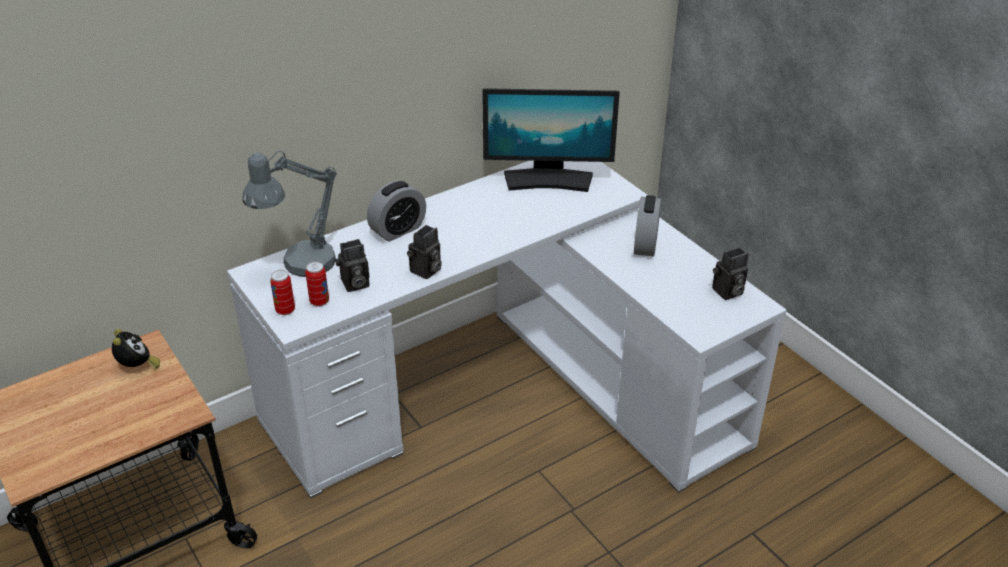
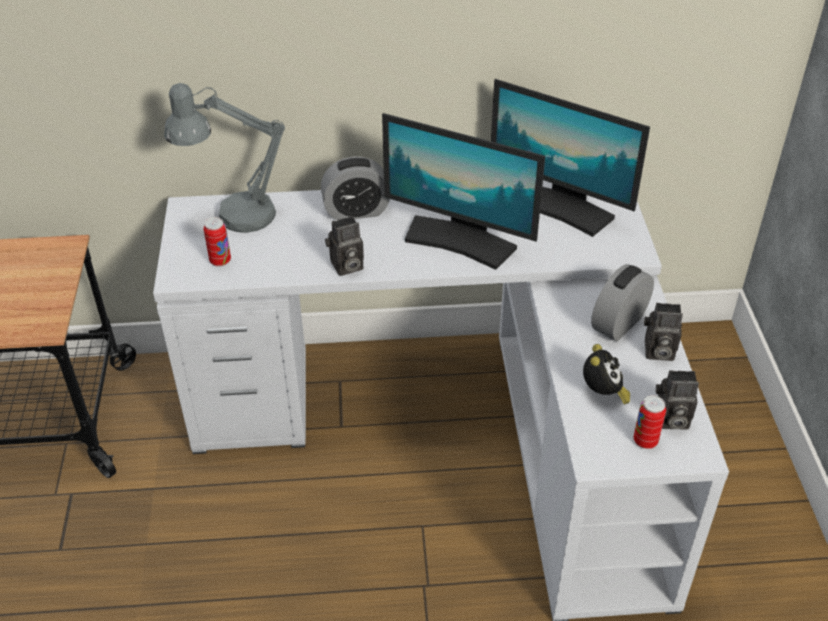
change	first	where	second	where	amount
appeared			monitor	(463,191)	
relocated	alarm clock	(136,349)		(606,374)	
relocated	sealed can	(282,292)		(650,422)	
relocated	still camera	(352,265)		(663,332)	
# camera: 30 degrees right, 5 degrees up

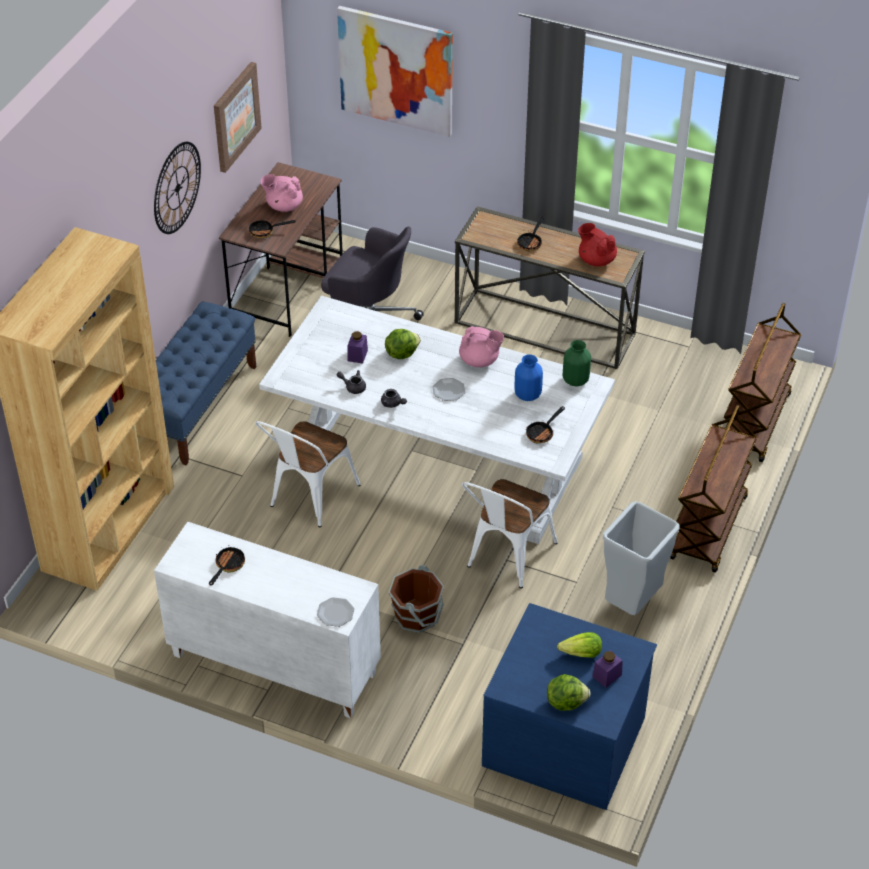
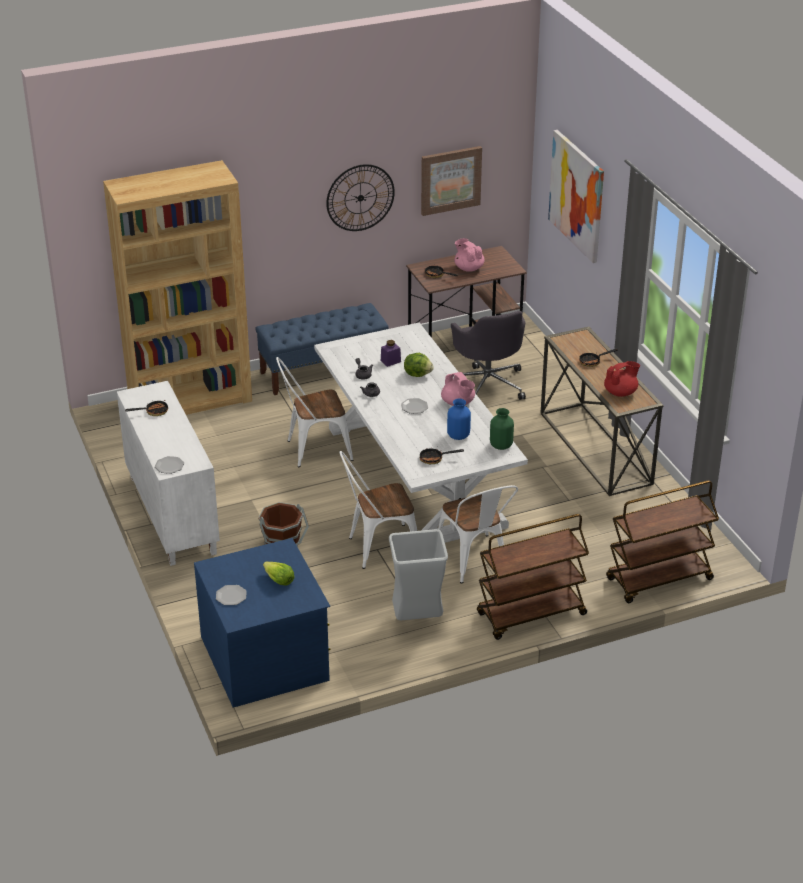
change	first	where	second	where	amount
missing	purplish preserve jar	(607,669)			
appeared			white plain chair	(478,534)	
exchanged	head of lettuce	(569,692)	dinner plate	(231,595)	
spun	reddish tea pot	(597,245)		(622,379)	60 degrees clockwise
# camera: 45 degrees right, 10 degrees down

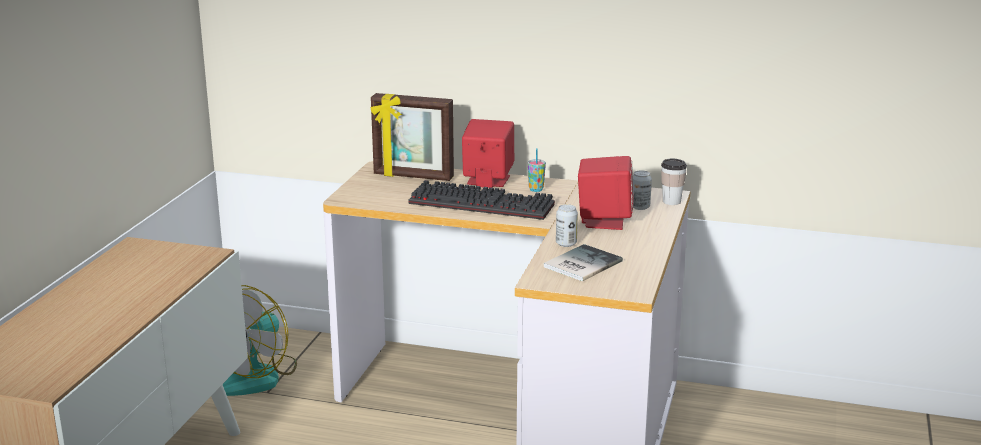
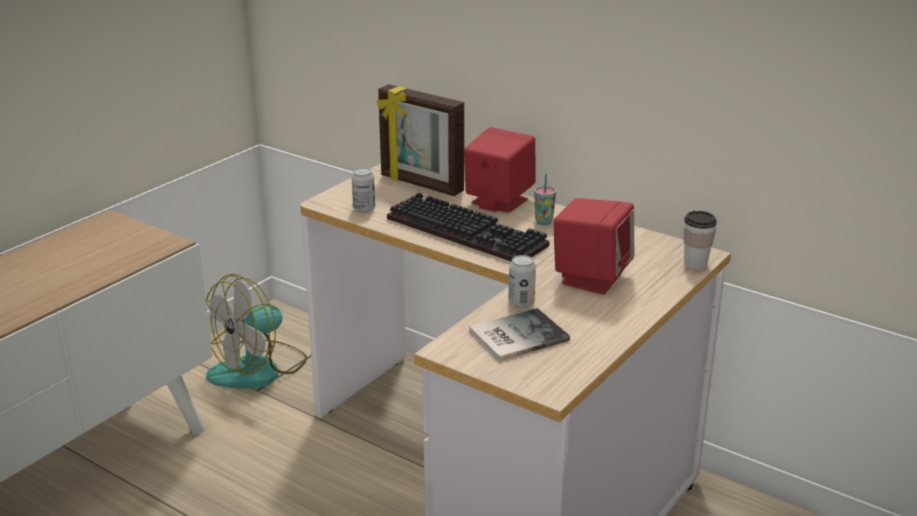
change	first	where	second	where	amount
relocated	sealed can	(642,190)		(363,190)	
# camera: 20 degrees right, 5 degrees up

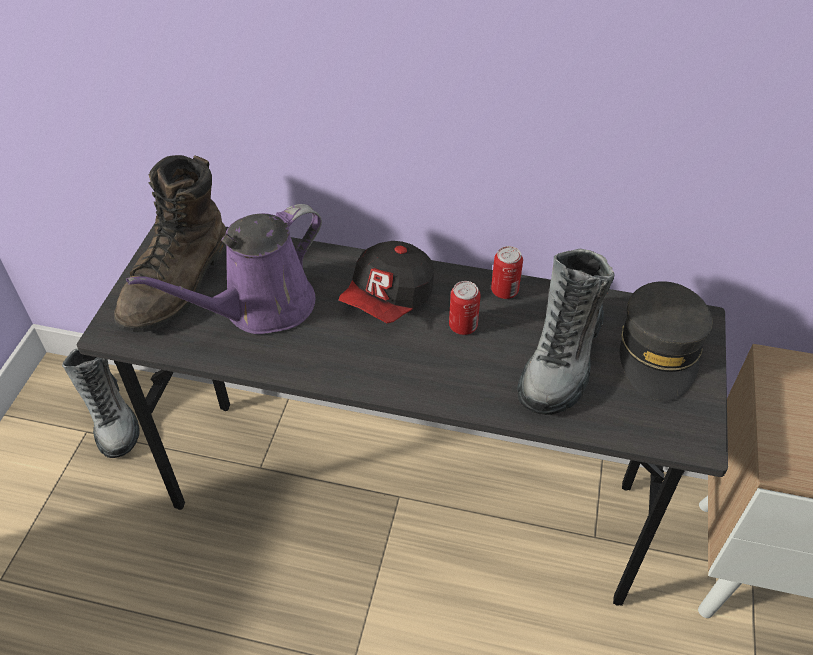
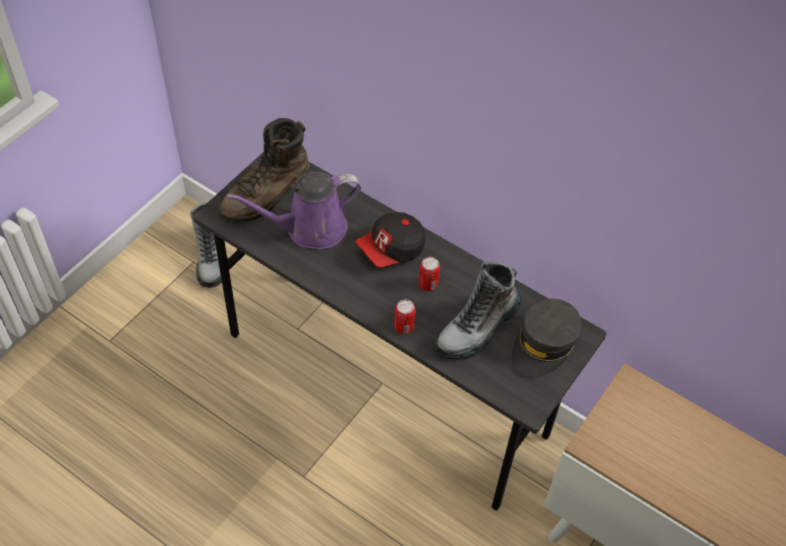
change	first	where	second	where	amount
relocated	sealed can	(507,272)		(405,317)	
# camera: 20 degrees right, 5 degrees up

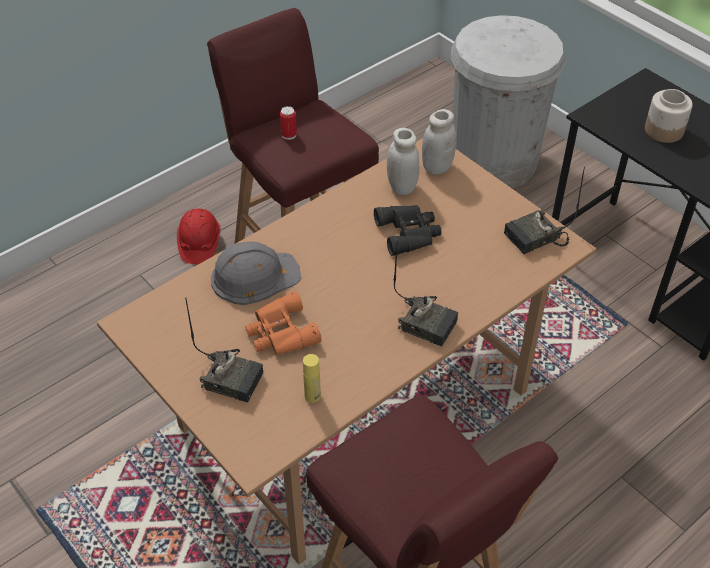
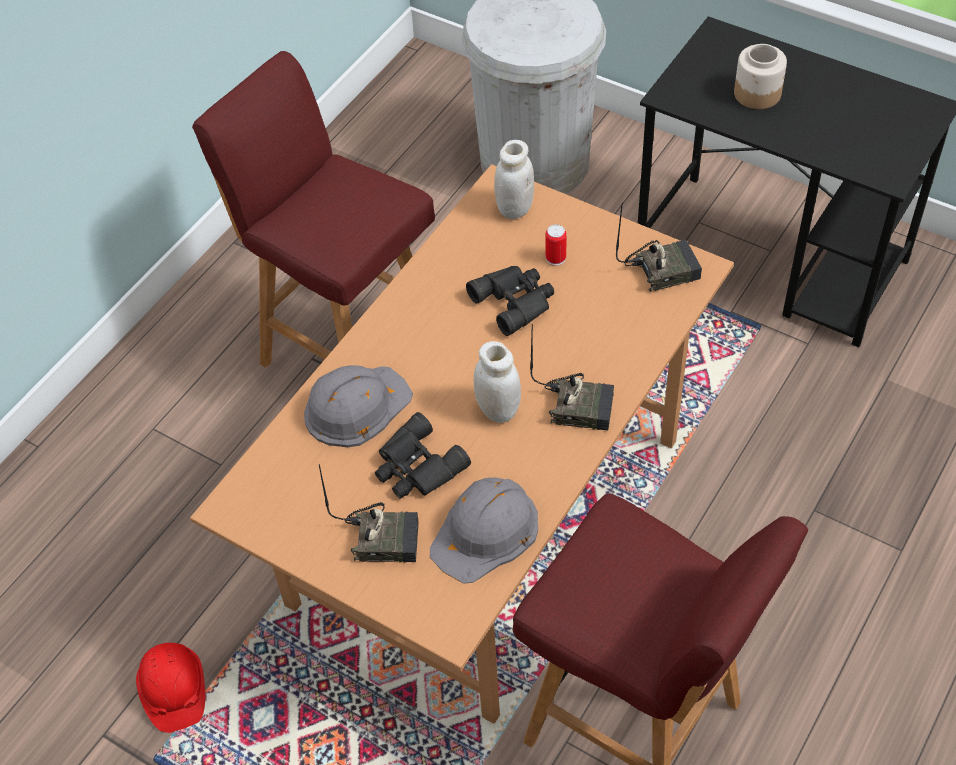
change	first	where	second	where	amount
relocated	reddish work helmet	(199,236)		(170,688)	
relocated	sealed can	(288,123)		(556,245)	
relocated	white preserve jar	(403,161)		(497,382)	
exchanged	yellow drink bottle	(312,378)	greyish work helmet	(484,530)	
colour	orange-coloured field glasses	(283,323)	black-coloured field glasses	(423,455)	
spun	radio set	(544,210)		(659,247)	150 degrees counterclockwise
# camera: 15 degrees left, 5 degrees up

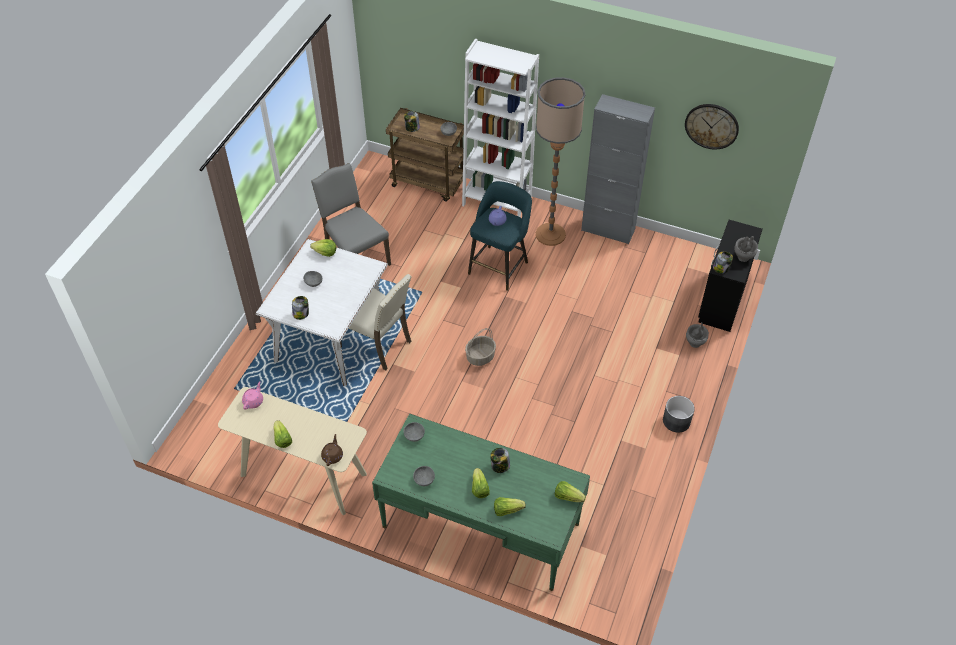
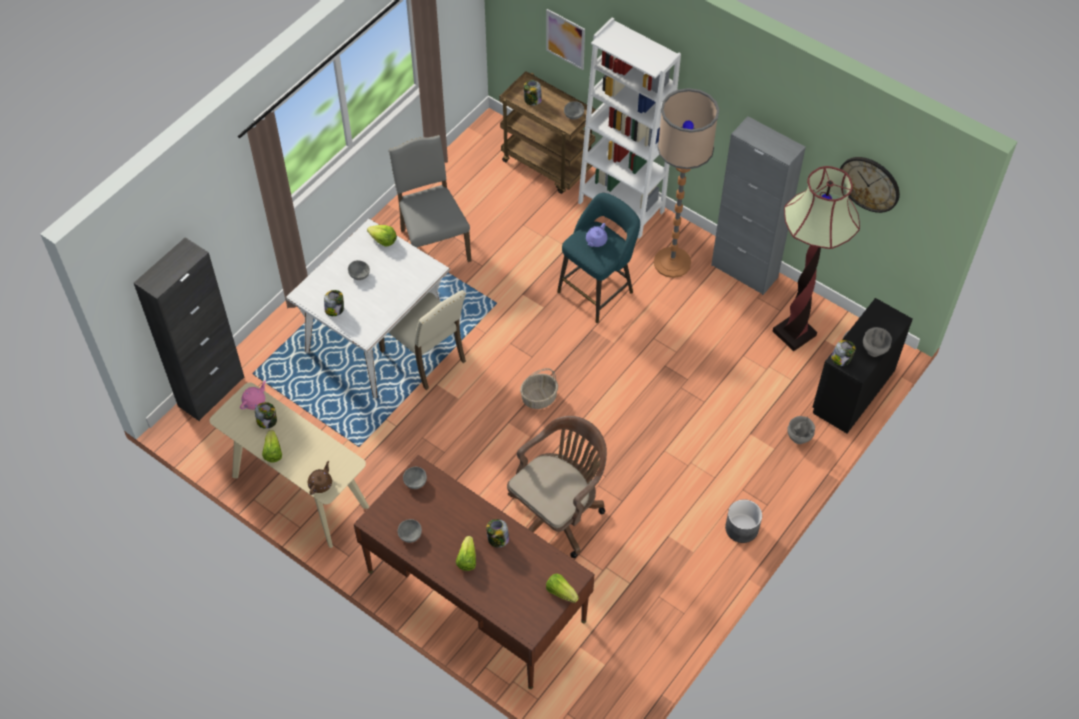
change	first	where	second	where	amount
missing	head of lettuce	(510,506)			
appeared			black-coloured cupboard	(189,329)	
appeared			preserve jar	(266,415)	
appeared			brown office chair	(557,487)	
appeared			wall picture	(565,39)	
appeared			floor lamp	(816,258)	
colour	green-coloured desk unit	(481,502)	brown desk unit	(474,572)	
# camera: 15 degrees right, 5 degrees up

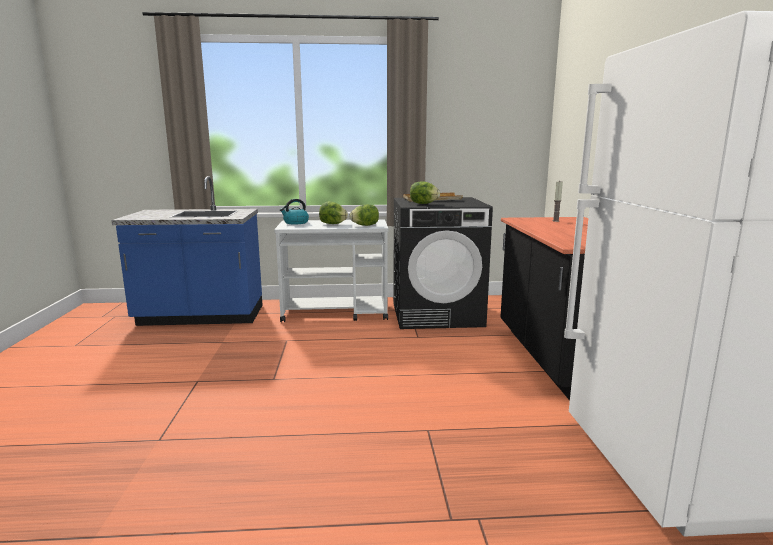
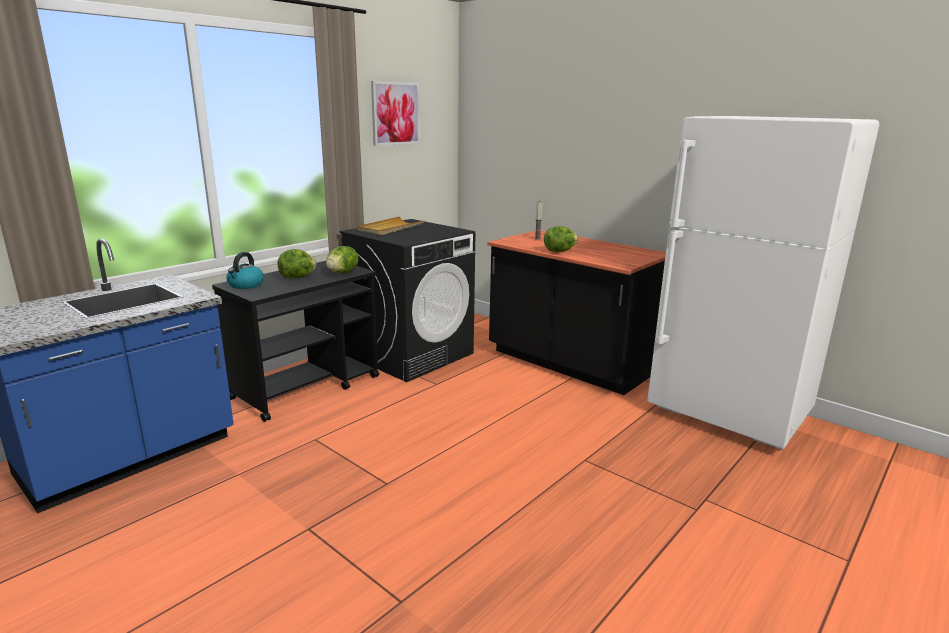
change	first	where	second	where	amount
appeared			wall picture	(395,113)	
relocated	head of lettuce	(425,192)		(561,239)	
colour	white trolley	(331,271)	black-coloured trolley	(295,341)	
# camera: 45 degrees left, 5 degrees up

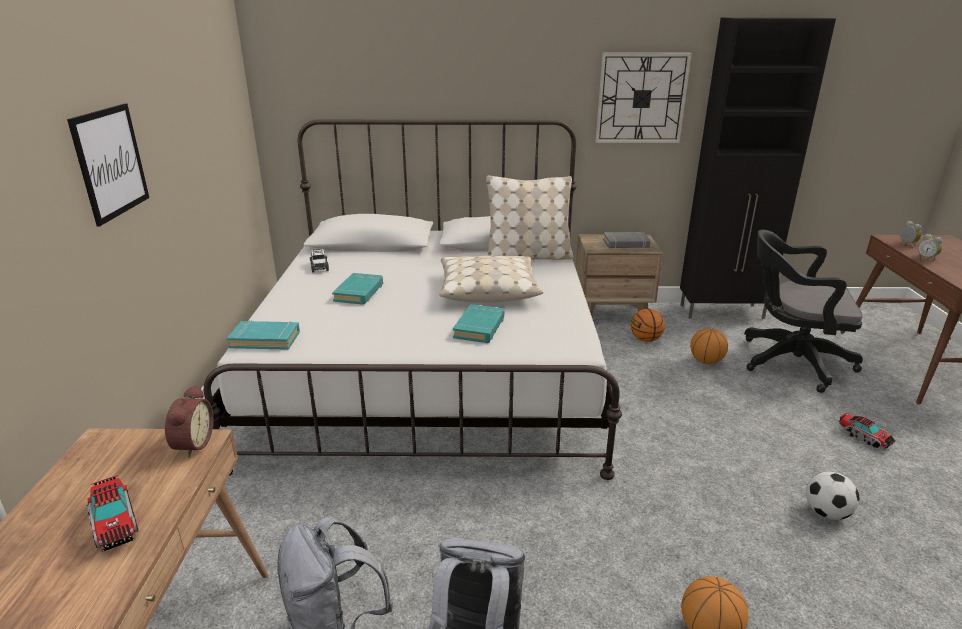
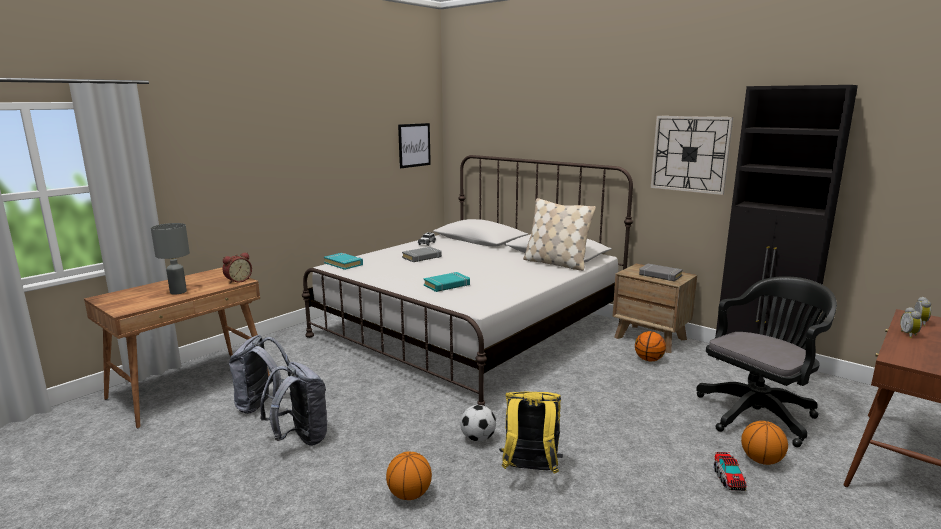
change	first	where	second	where	amount
missing	beige cushion	(491,279)			
appeared			yellow backpack	(531,433)	
relocated	wall picture	(108,164)		(414,145)	
relocated	basketball	(709,346)		(764,443)	
relocated	football	(832,496)		(478,423)	
exchanged	toy truck	(112,513)	greyish table lamp	(170,258)	
colour	turquoise volume	(357,289)	greyish volume	(422,254)	
spun	black-coloured office chair	(803,311)		(766,361)	90 degrees clockwise
# camera: 40 degrees right, 10 degrees down

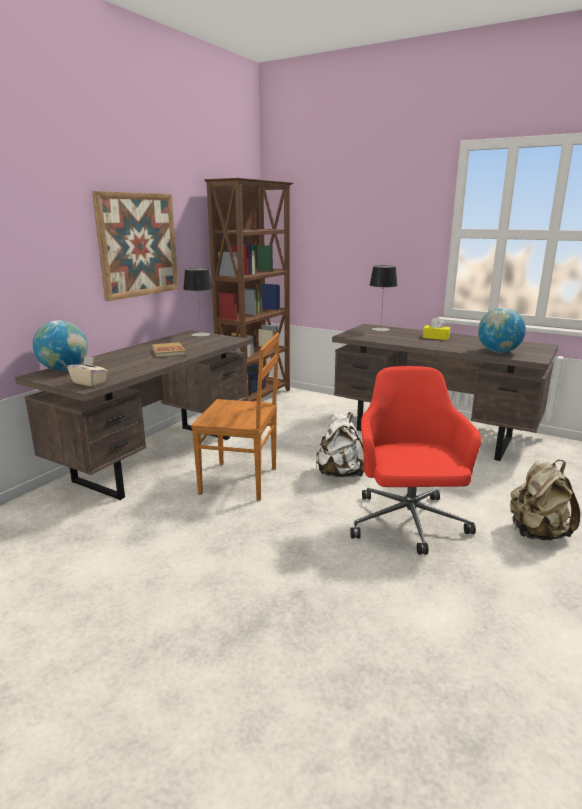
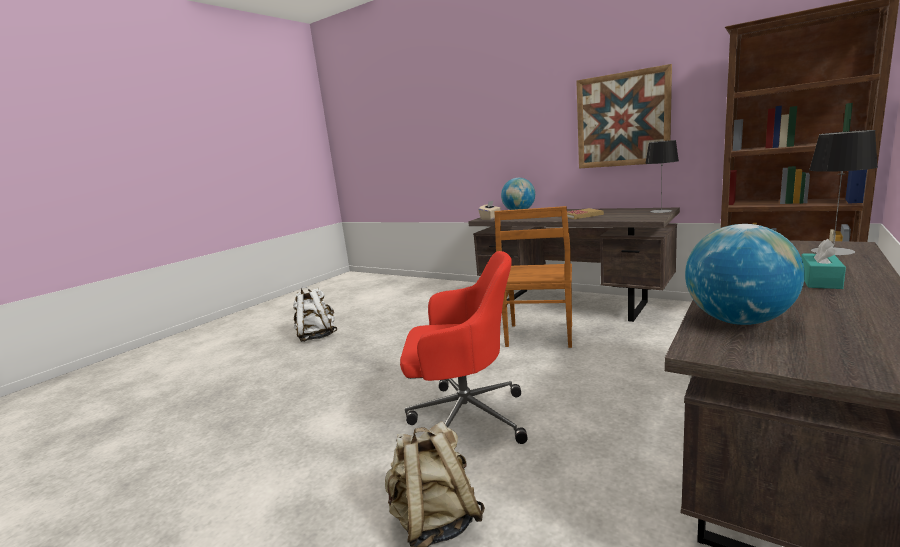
change	first	where	second	where	amount
relocated	white backpack	(340,444)		(315,314)	
colour	yellow box of tissues	(436,328)	turquoise box of tissues	(823,264)	
# camera: 95 degrees right, 5 degrees down

